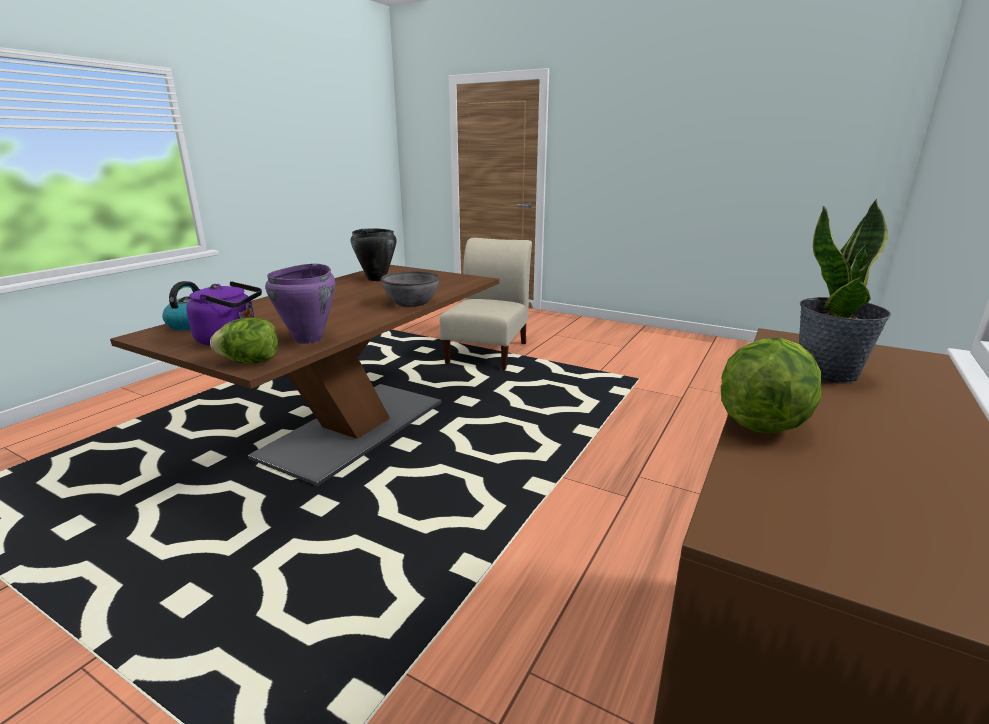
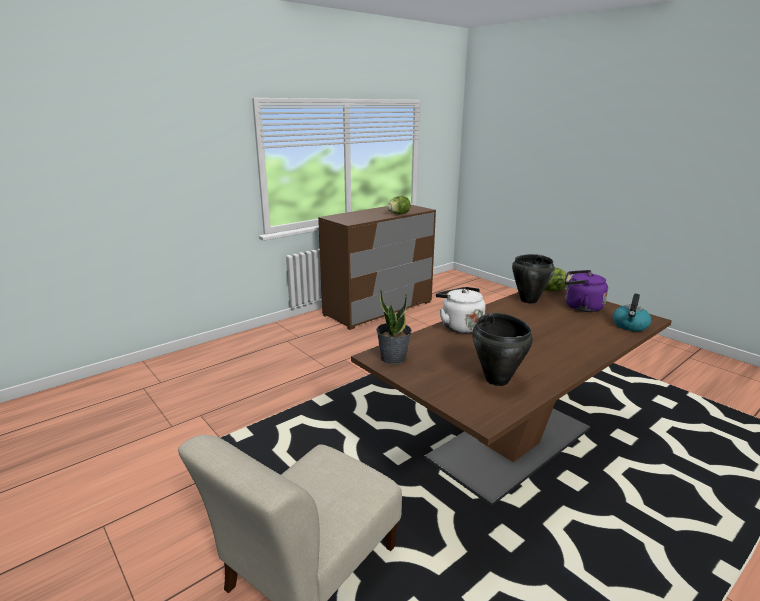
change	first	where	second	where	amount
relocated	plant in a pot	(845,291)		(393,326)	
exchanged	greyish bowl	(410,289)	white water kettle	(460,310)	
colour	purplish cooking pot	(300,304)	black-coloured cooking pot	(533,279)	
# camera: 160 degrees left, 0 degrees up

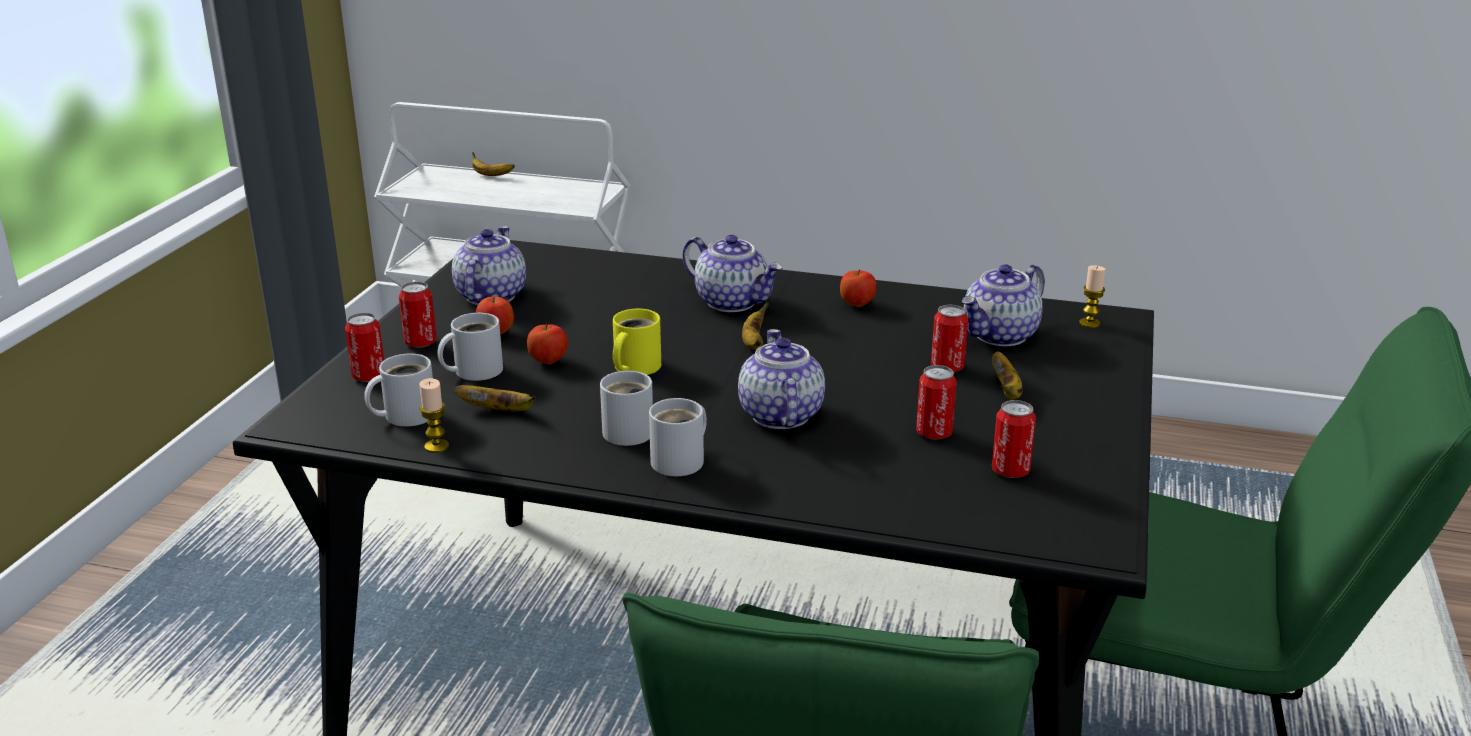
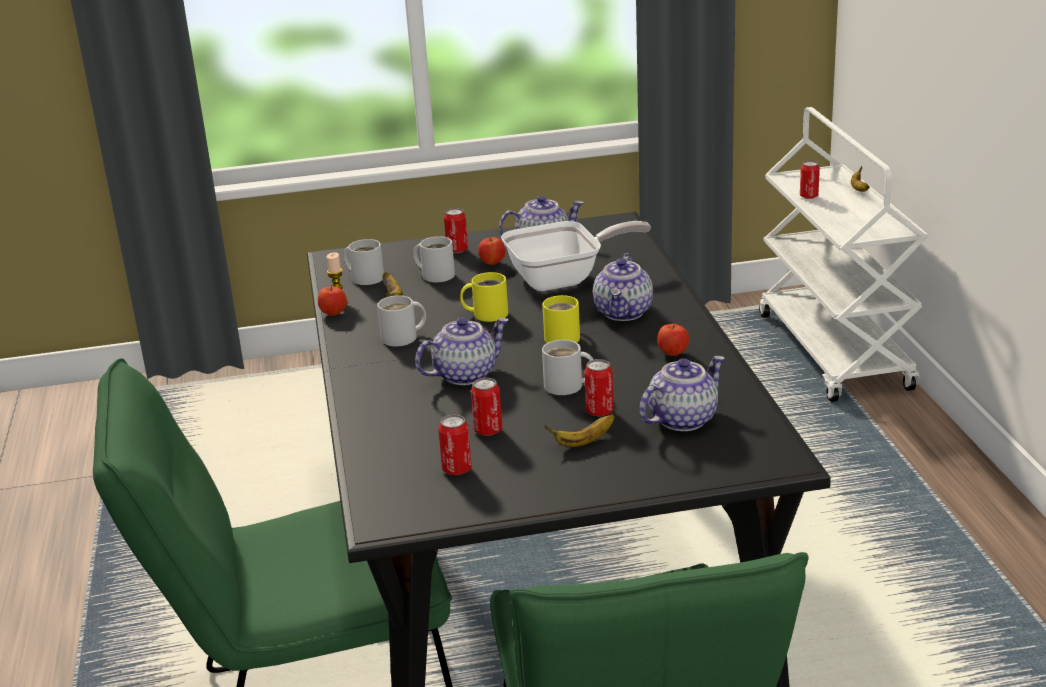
change	first	where	second	where	amount
missing	wax light	(1092,296)			
appeared			skillet	(576,256)	
relocated	sealed can	(364,347)		(810,180)	
relocated	apple fruit	(547,344)		(332,301)	
relocated	white tea mug	(678,437)		(568,367)	
exchanged	whole banana	(755,325)	yellow tea mug	(561,319)	
spun	tea pot	(1003,305)		(682,393)	120 degrees clockwise
# camera: 65 degrees right, 0 degrees up

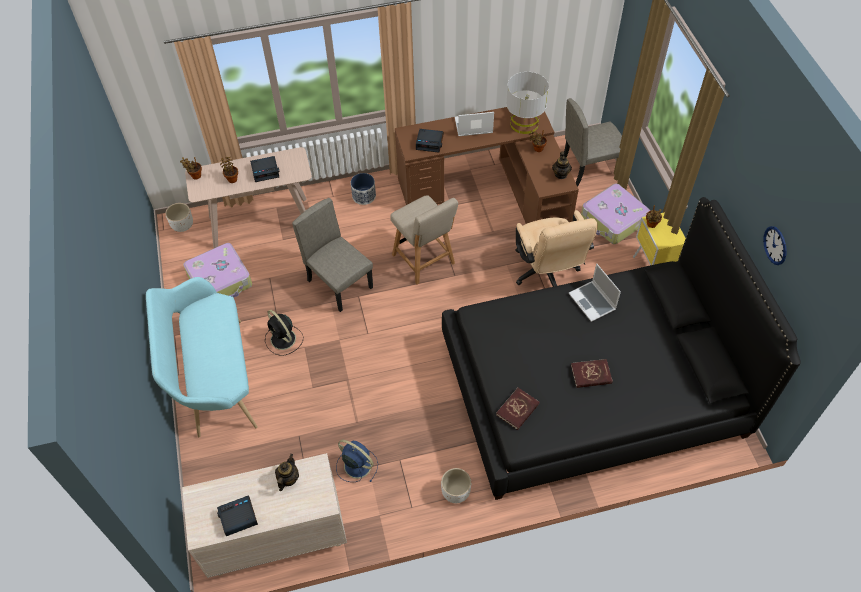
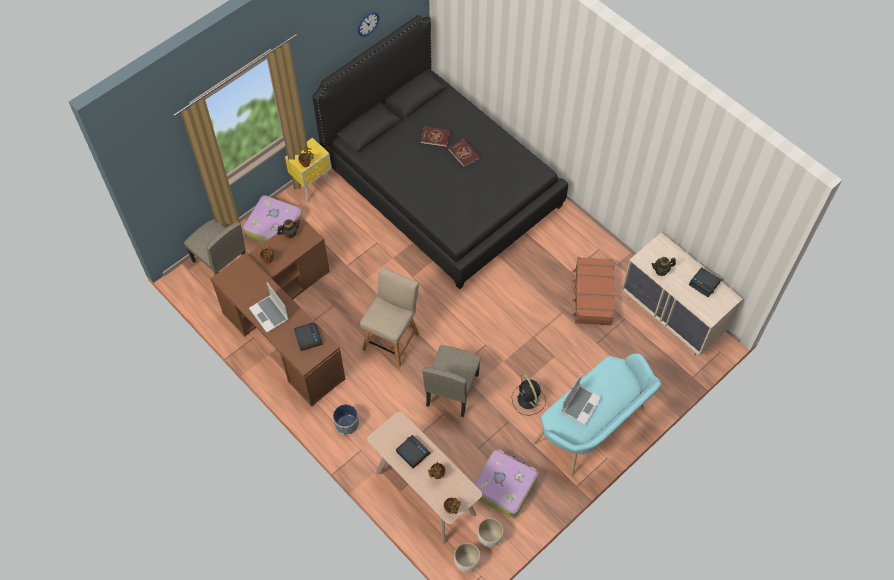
change	first	where	second	where	amount
missing	greyish table lamp	(527,103)			
missing	beige office chair	(556,248)			
relocated	white plant pot	(456,485)		(490,532)	
relocated	reddish volume	(518,409)		(435,136)	
relocated	laptop	(595,293)		(581,399)	
exchanged	bluish cooling fan	(357,461)	brown suitcase	(593,291)	
spun	black-coloured cooling fan	(284,333)		(529,395)	135 degrees clockwise
# camera: 120 degrees left, 5 degrees up

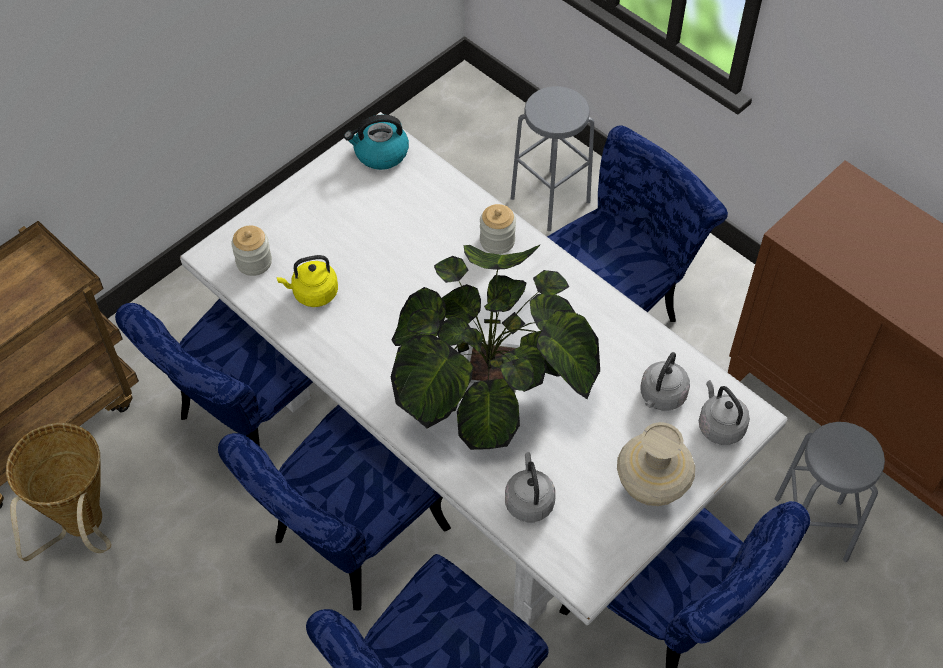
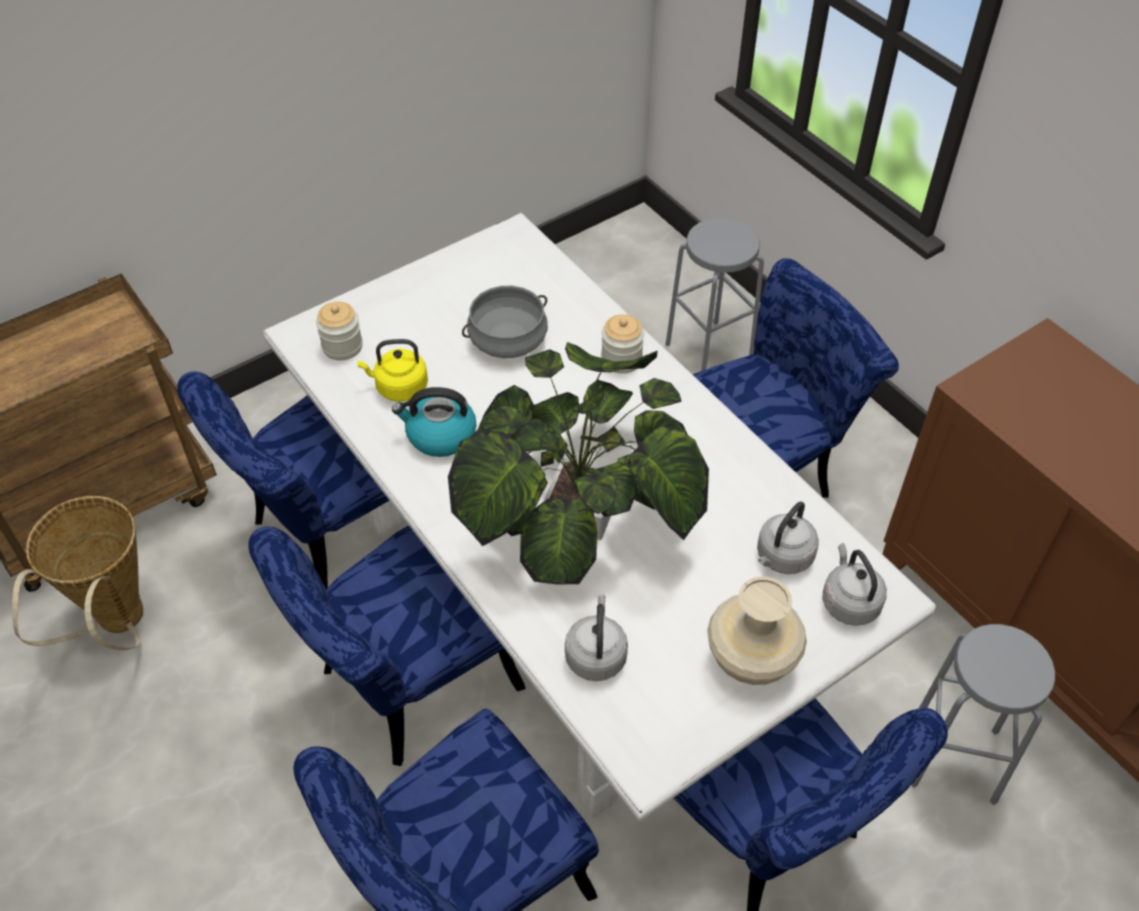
change	first	where	second	where	amount
appeared			greyish cooking pot	(505,322)	
relocated	water kettle	(376,142)		(434,422)	
# camera: 10 degrees right, 5 degrees down

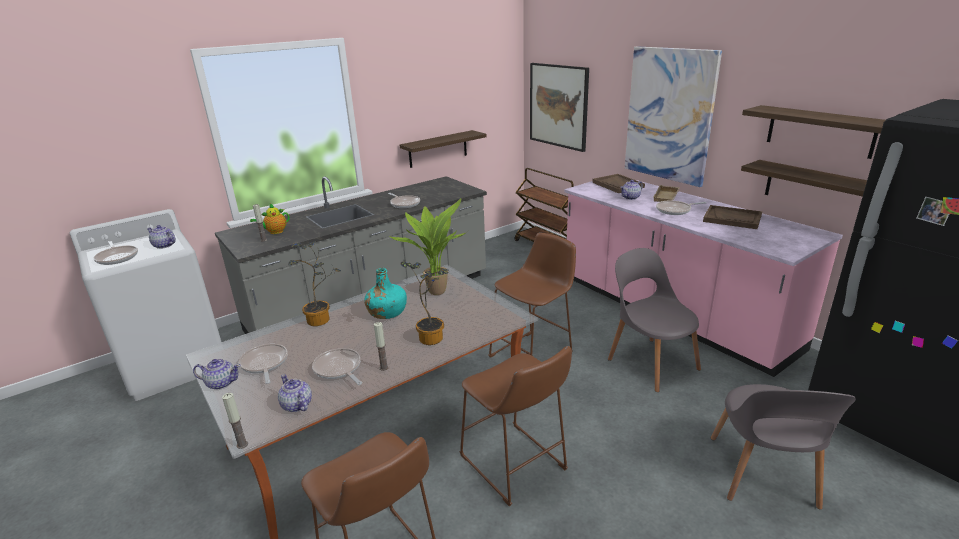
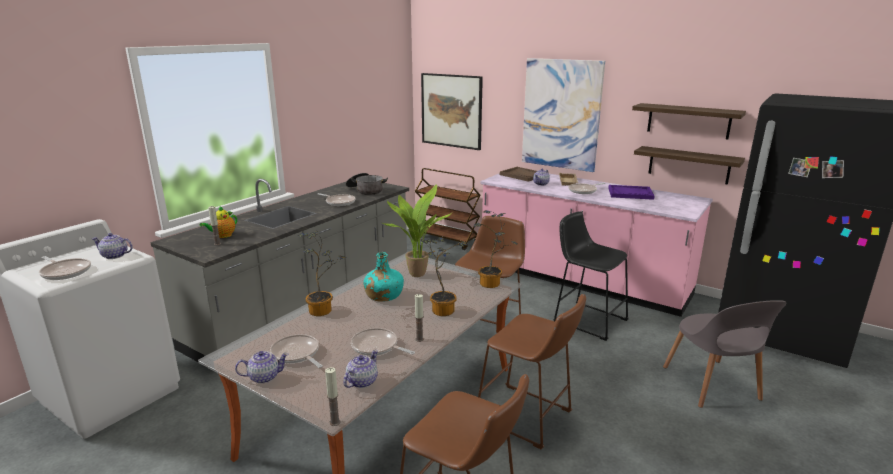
change	first	where	second	where	amount
missing	wall shelf	(443,149)			
appeared			cooking pot	(367,184)	
appeared			plant in a pot	(496,249)	
exchanged	greyish plain chair	(654,320)	black-coloured stool seat	(591,276)	
colour	brown serving tray	(732,217)	purplish serving tray	(631,192)	
spun	tea pot	(295,393)		(360,369)	90 degrees clockwise
# camera: 20 degrees left, 5 degrees down

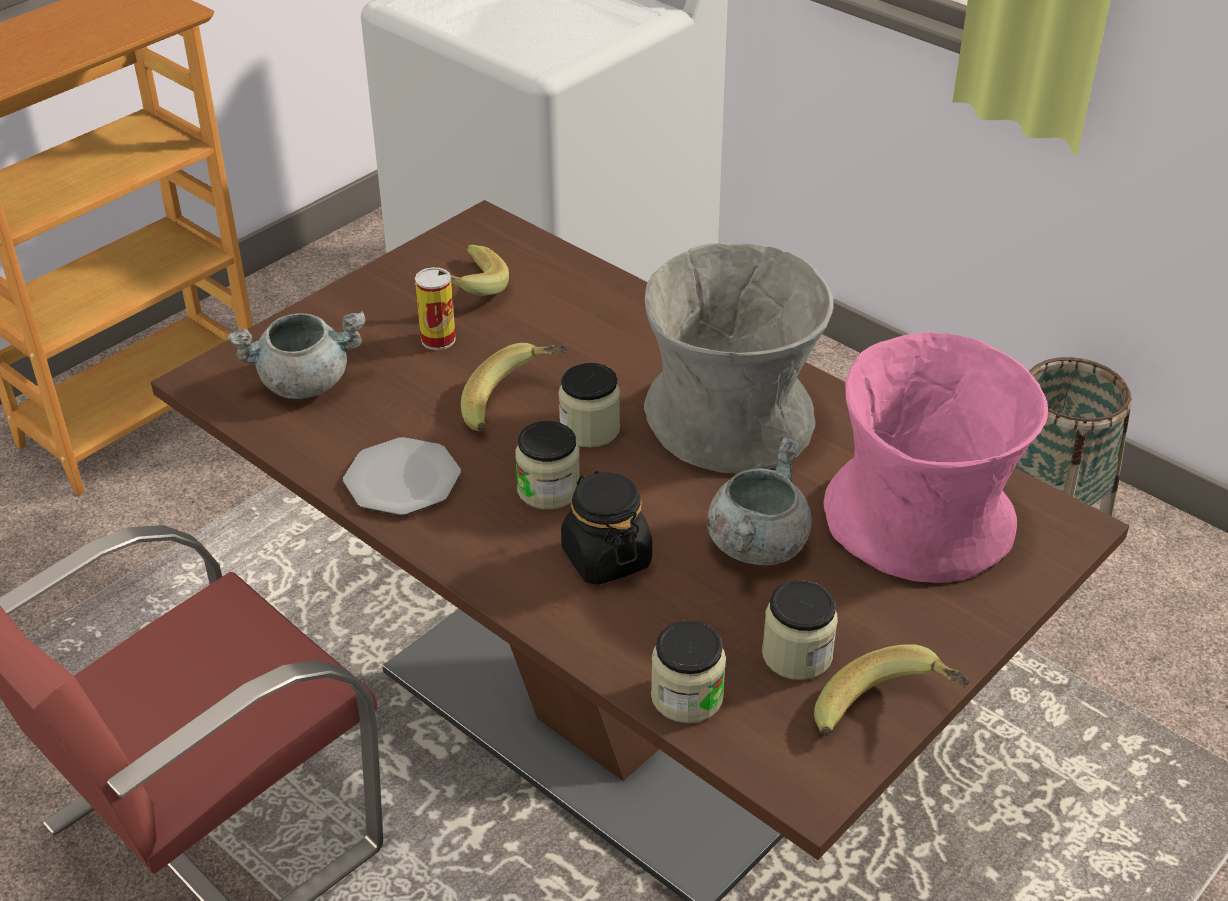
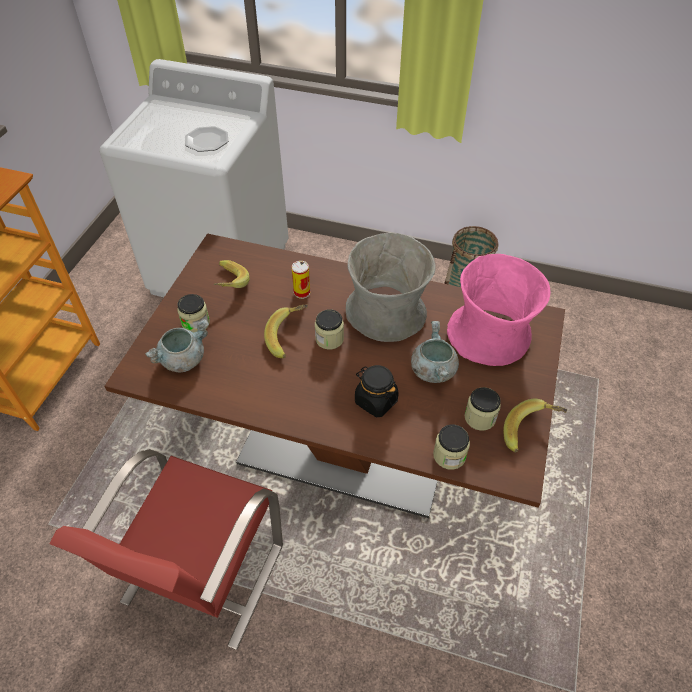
change	first	where	second	where	amount
relocated	dinner plate	(402,476)		(206,139)	
relocated	sealed can	(435,308)		(301,280)	
relocated	preserve jar	(547,465)		(193,313)	
# camera: 25 degrees left, 10 degrees up

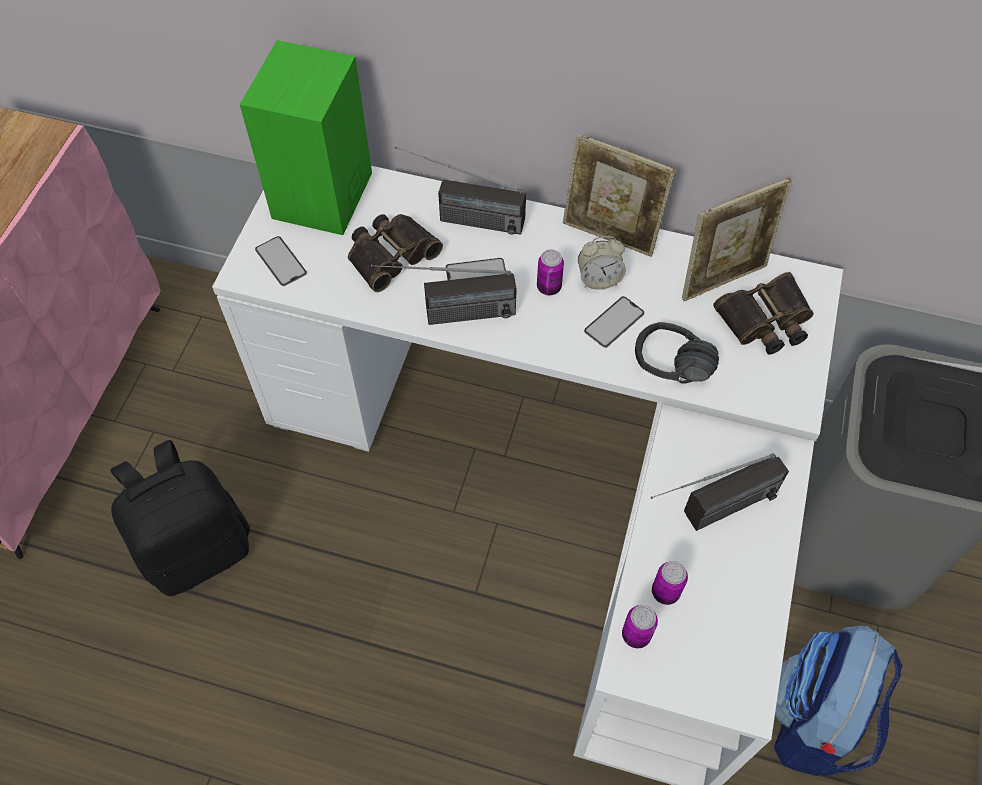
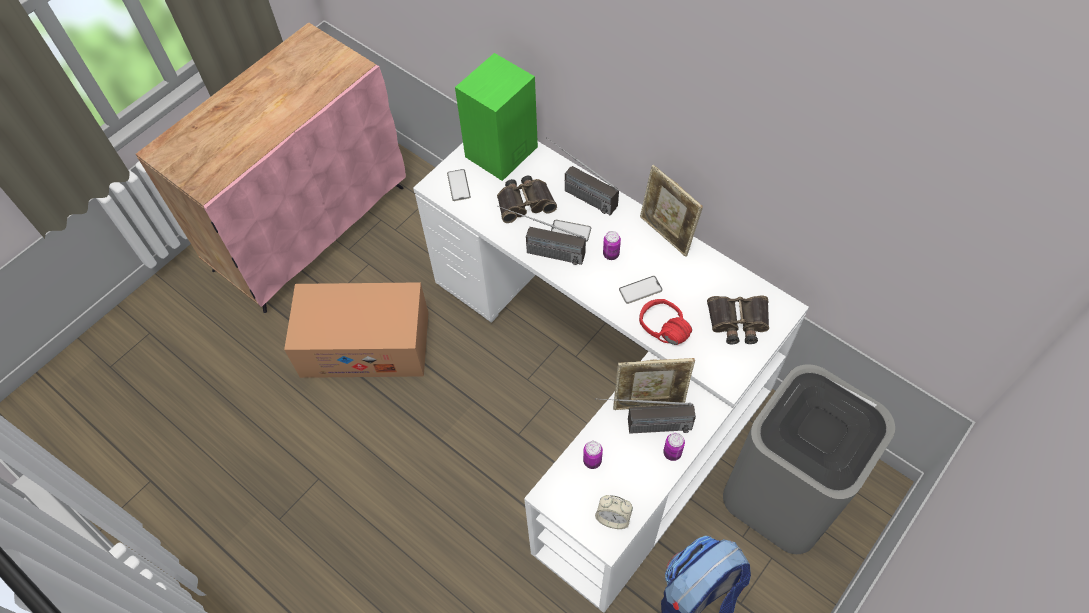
change	first	where	second	where	amount
relocated	alarm clock	(602,262)		(614,512)	
relocated	sealed can	(640,626)		(674,447)	
relocated	photo frame	(737,239)		(654,384)	
exchanged	black-coloured backpack	(180,518)	cardboard box	(356,330)	
colour	black-coloured pair of headphones	(677,353)	reddish pair of headphones	(665,322)	
# camera: 25 degrees right, 0 degrees up

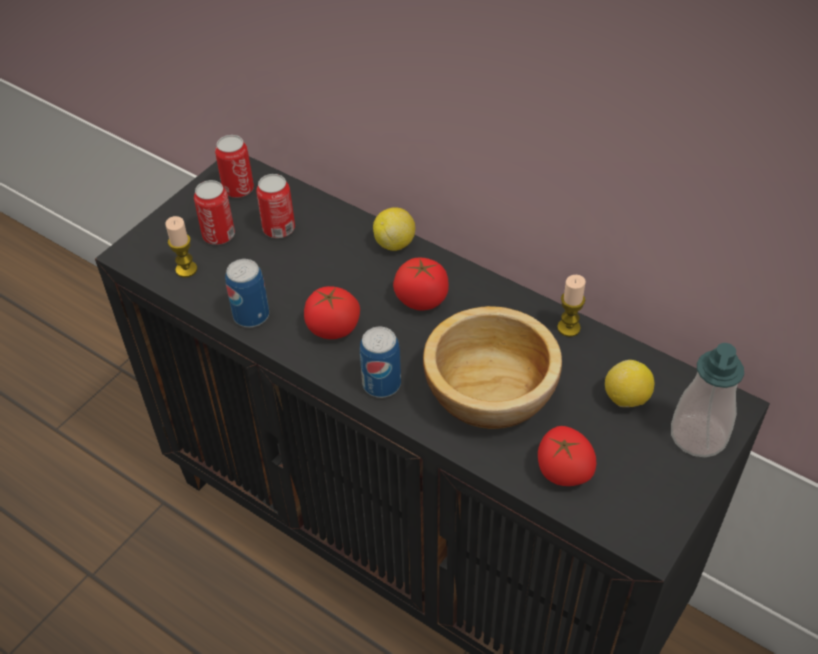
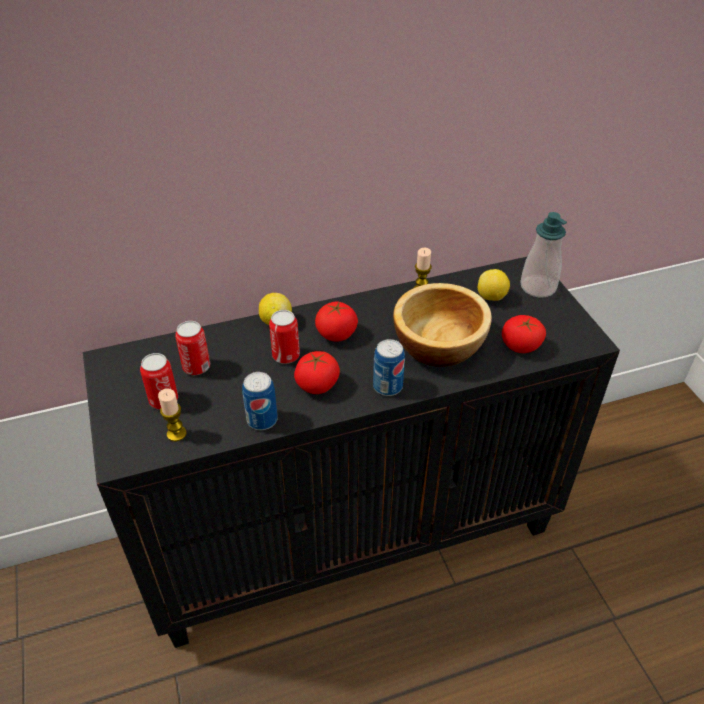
change	first	where	second	where	amount
relocated	sealed can	(234,166)		(284,337)	
# camera: 55 degrees left, 5 degrees down

